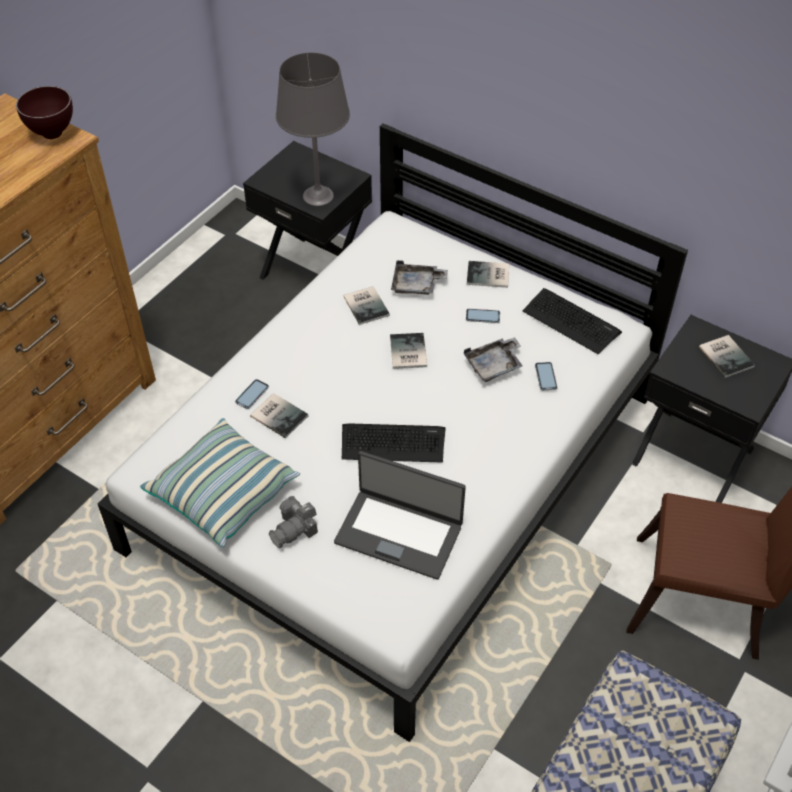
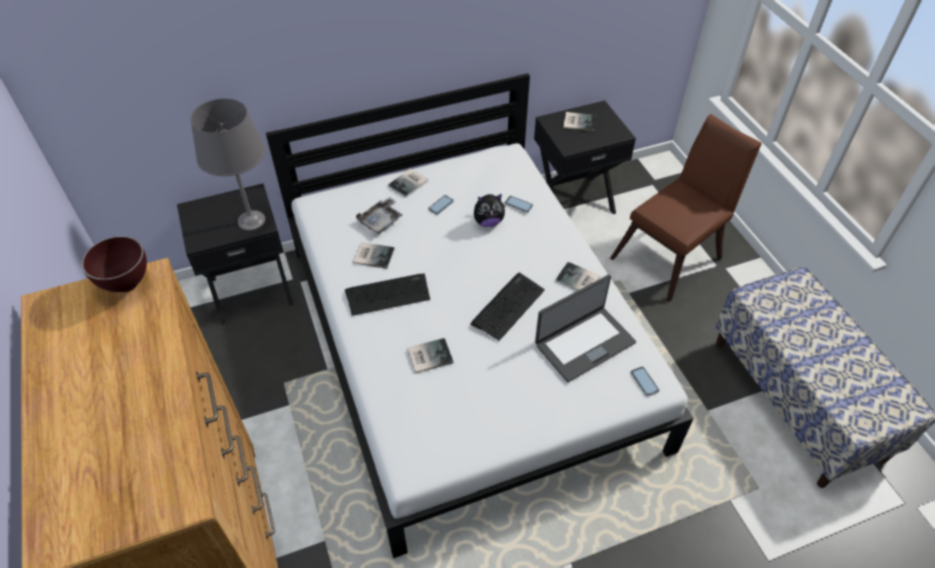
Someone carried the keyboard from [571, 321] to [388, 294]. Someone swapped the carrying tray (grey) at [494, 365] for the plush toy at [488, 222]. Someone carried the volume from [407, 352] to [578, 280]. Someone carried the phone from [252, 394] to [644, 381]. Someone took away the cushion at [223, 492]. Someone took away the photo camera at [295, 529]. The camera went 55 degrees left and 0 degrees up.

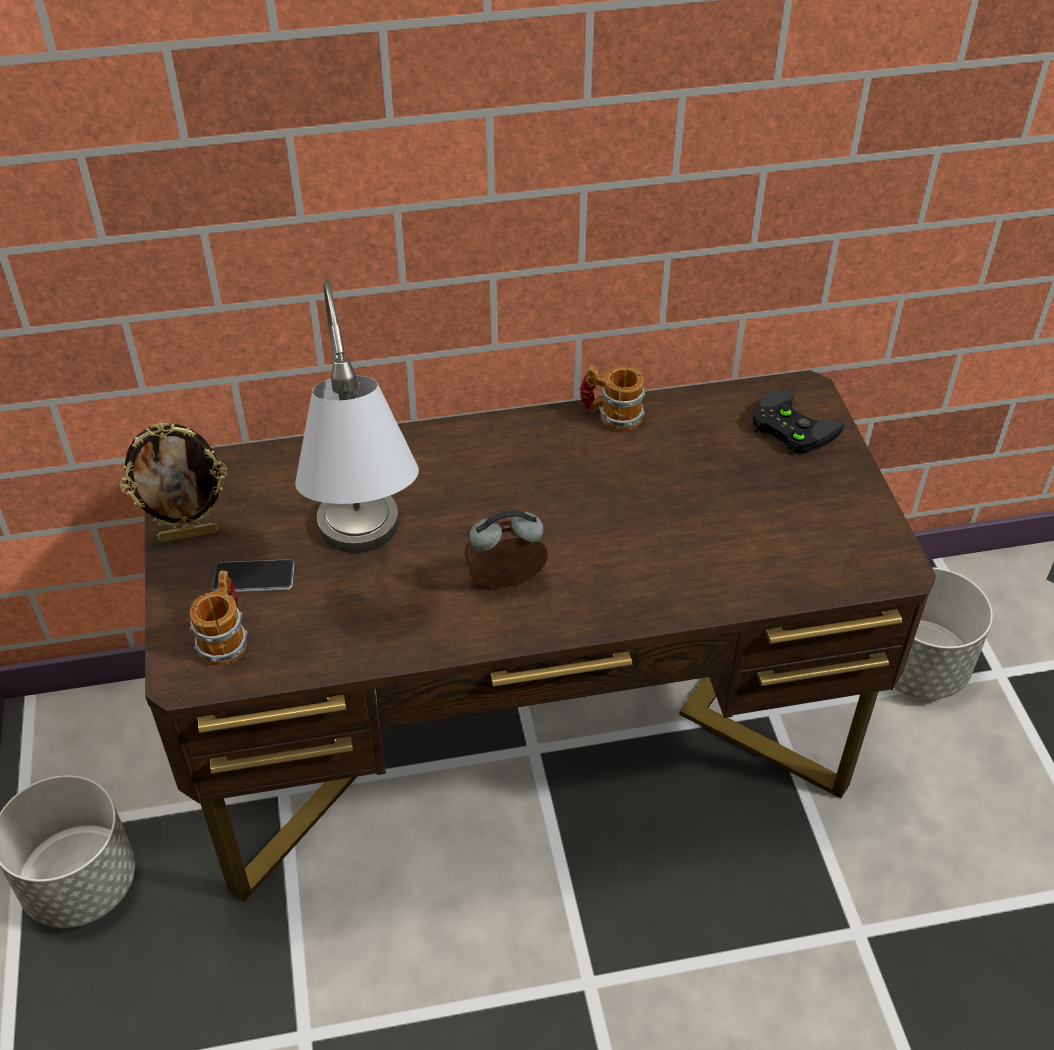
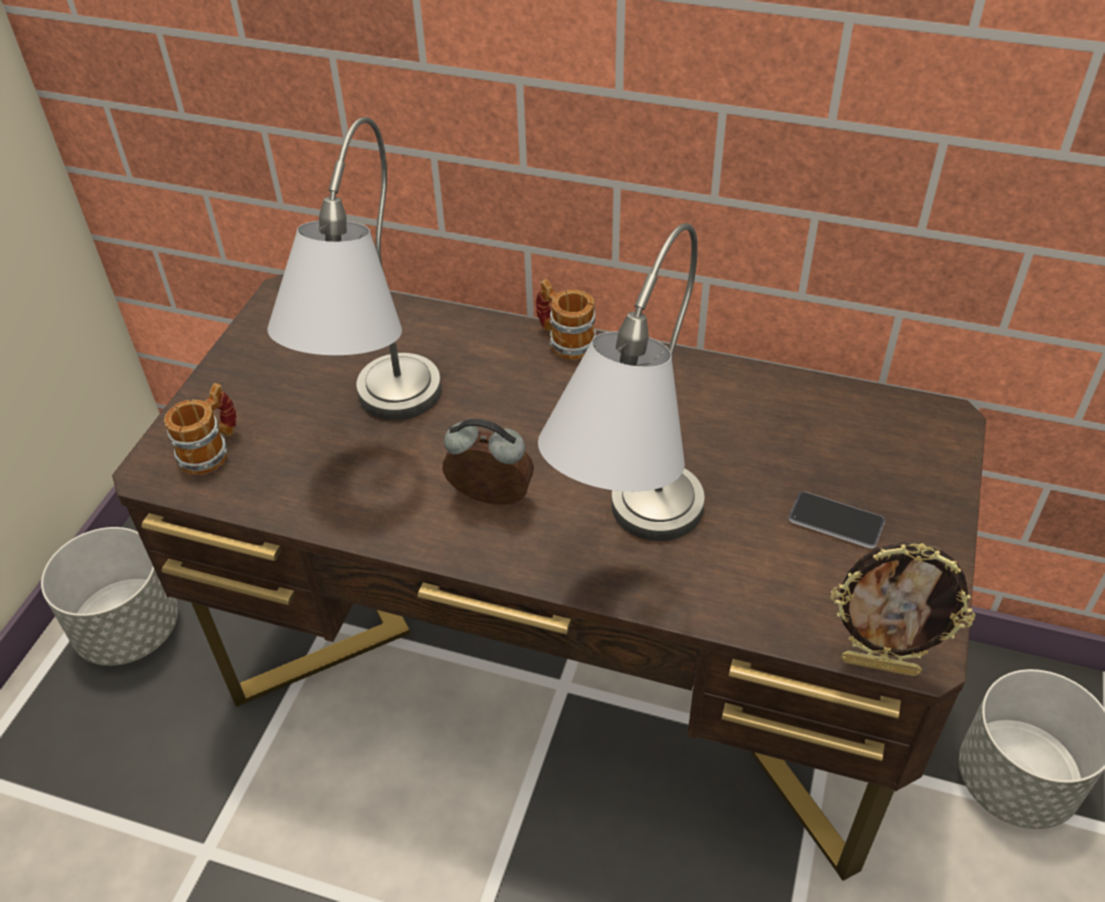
Someone carried the mug from [611, 416] to [565, 340]. Someone put down the tabletop lamp (grey) at [627, 549]. Someone carried the phone from [254, 577] to [836, 521]. Someone carried the picture frame from [189, 534] to [880, 665]. Someone took away the joypad (black-coloured) at [789, 427]. The camera went 30 degrees right and 0 degrees up.

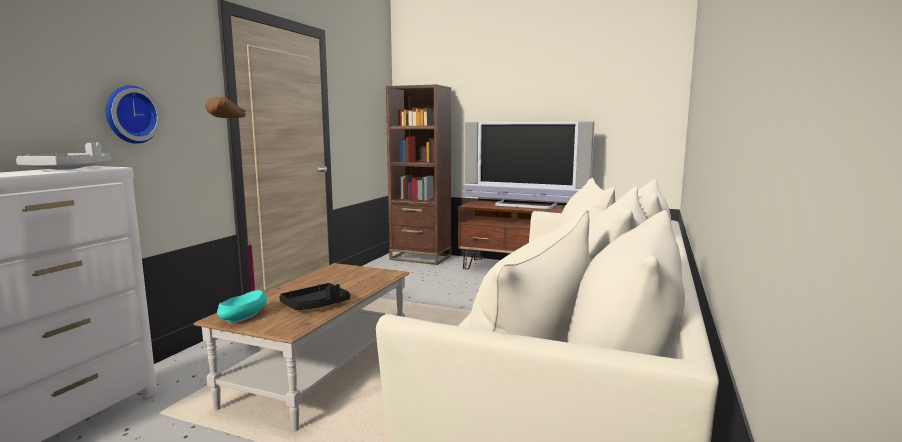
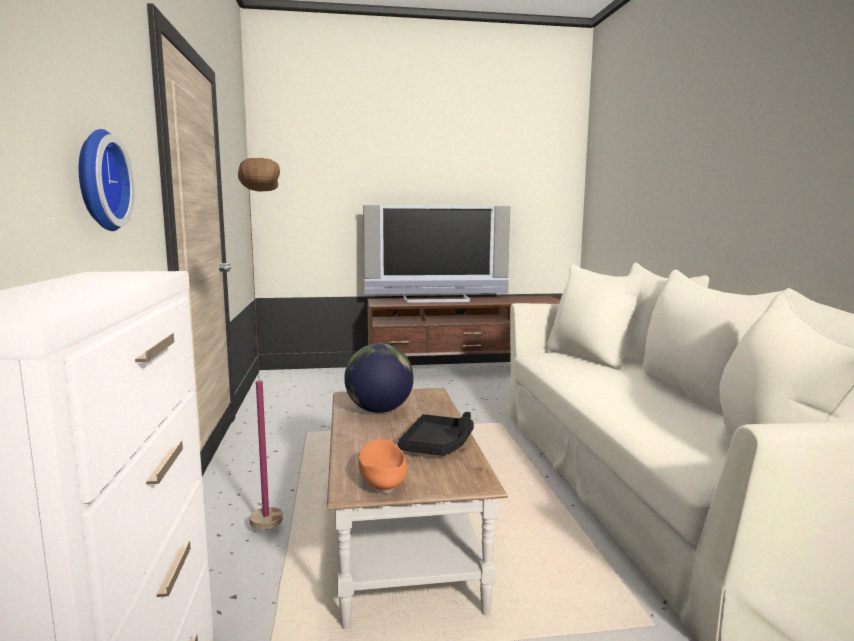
Someone put down the globe at [379, 410]. Someone repainted the bowl (blue-green) at [243, 316], which became the bowl (orange) at [383, 480]. Someone took away the carrying tray (grey) at [68, 169]. Someone took away the bookshelf (brownish) at [420, 258]. The camera went 30 degrees left and 0 degrees up.

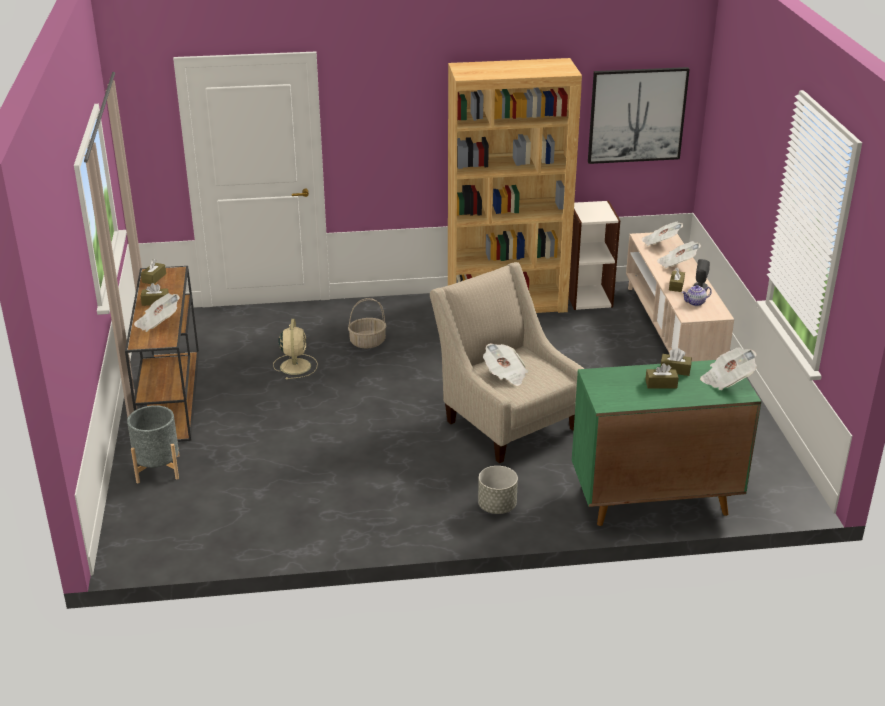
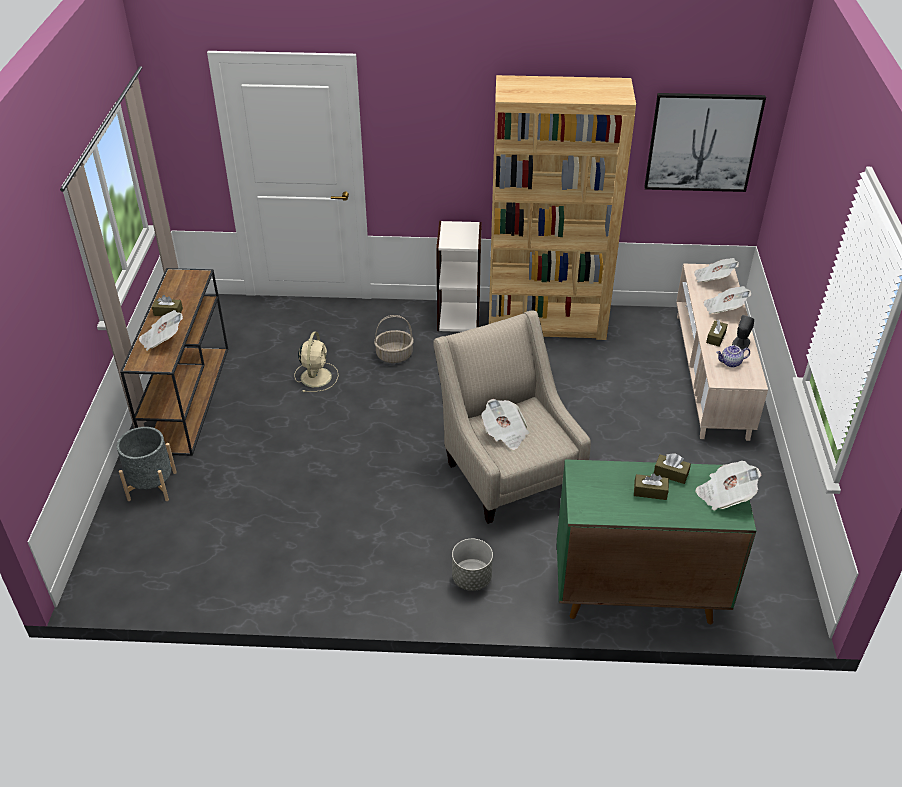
Someone carried the bookshelf from [588, 297] to [459, 316]. Someone took away the tissue holder (brownish) at [154, 278]. The camera went 10 degrees right and 10 degrees up.

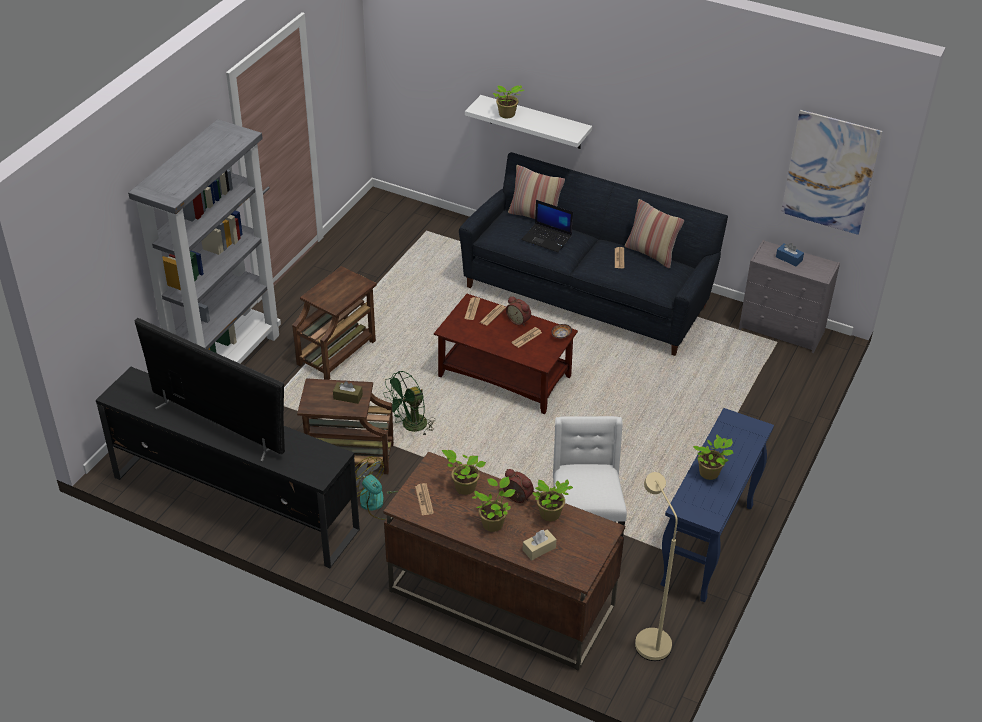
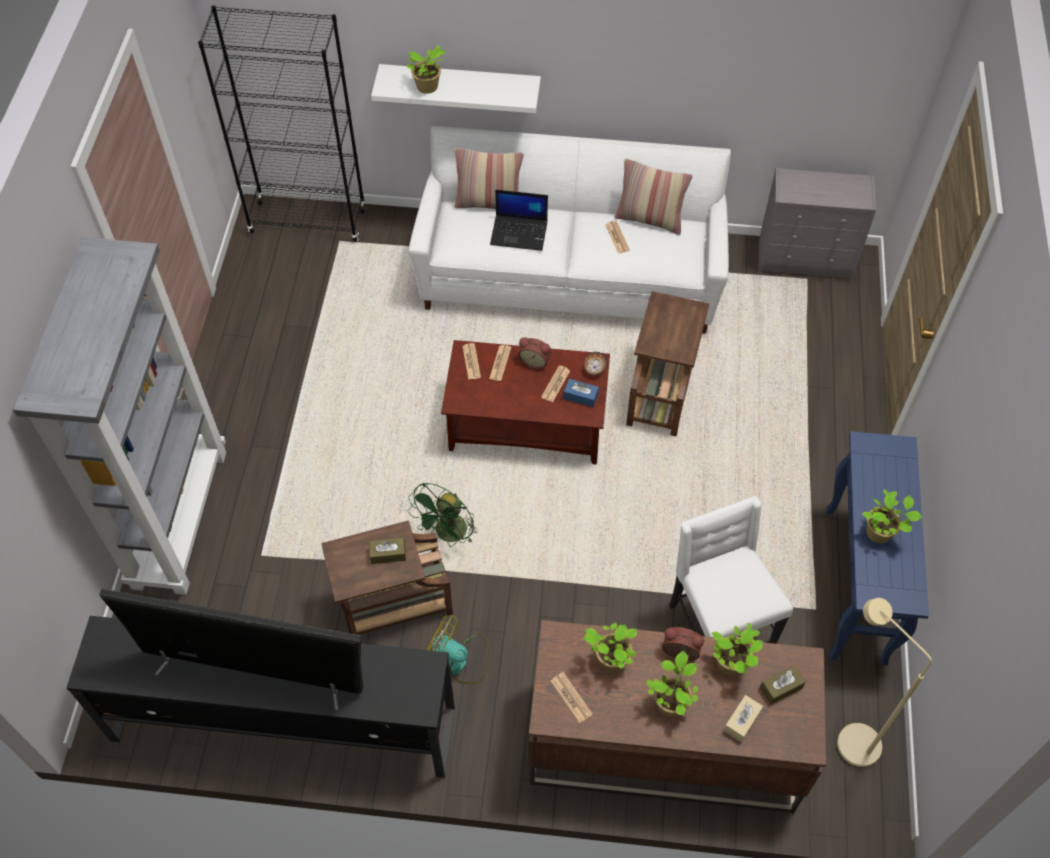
Someone put down the bookshelf (black-coloured) at [308, 221]. Someone repainted the sofa (black-coloured) at [588, 293], which became the sofa (whitish) at [570, 274]. Someone carried the tissue holder (bluish) from [789, 259] to [580, 396]. Someone carried the accent table (brownish) from [338, 351] to [661, 391]. Someone put down the tissue holder (brownish) at [781, 687]. Someone took away the picture at [830, 172]. The camera went 20 degrees left and 15 degrees up.

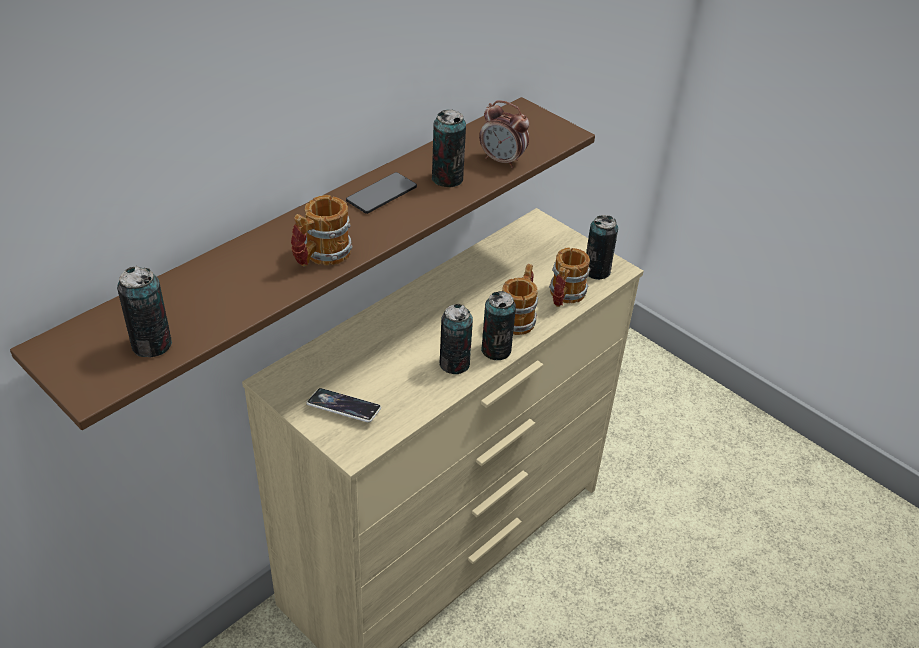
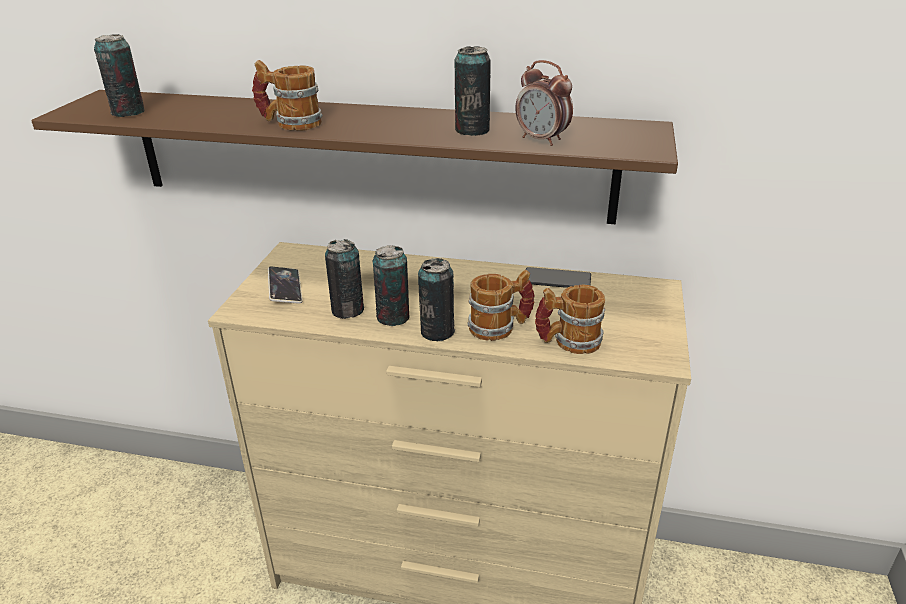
Someone carried the sealed can from [596, 271] to [348, 310]. Someone rotated the alarm clock at [502, 161] by 45 degrees counterclockwise. Someone carried the phone from [381, 194] to [557, 280]. The camera went 60 degrees right and 10 degrees down.

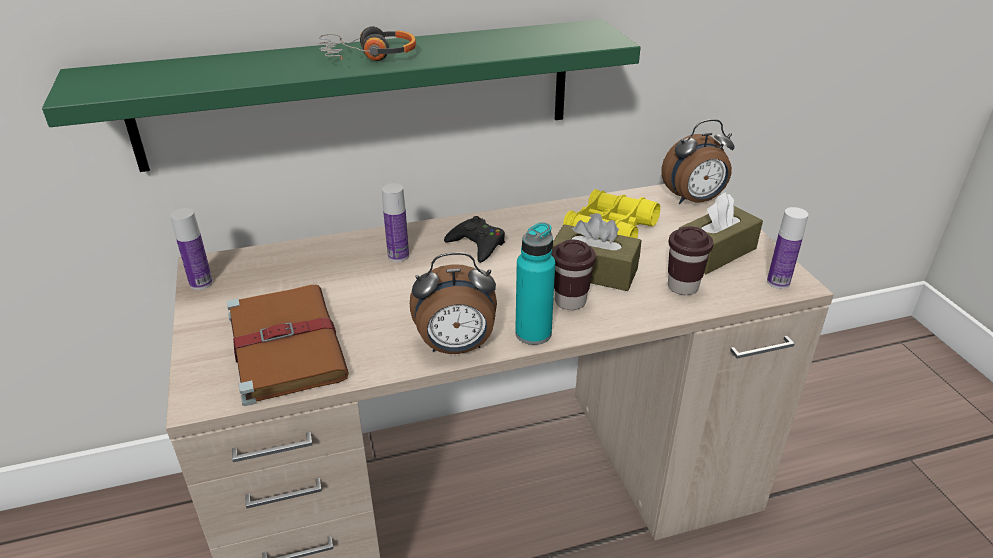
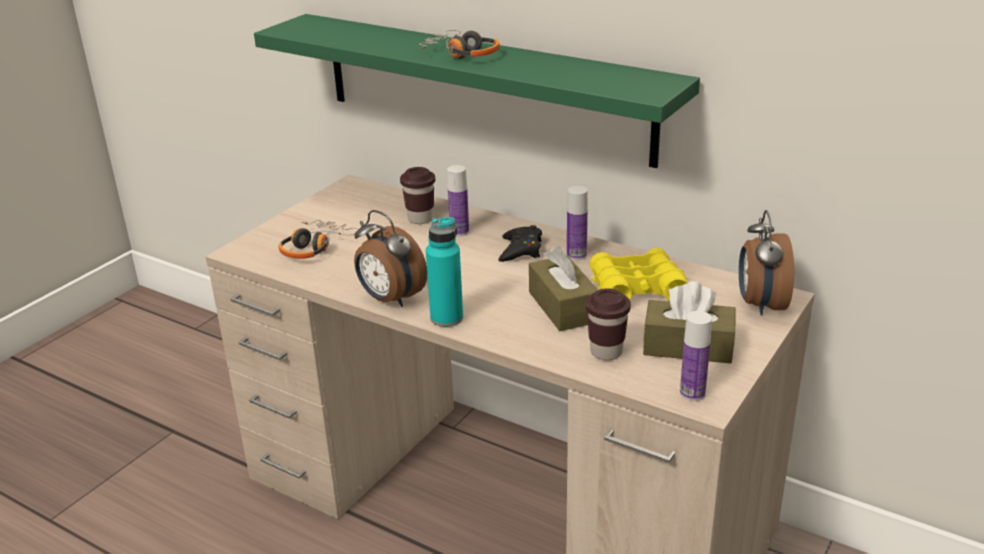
Someone swapped the volume (brownish) at [285, 344] for the headset at [315, 247]. Someone carried the small cup (brownish) from [570, 301] to [420, 219]. Someone carried the beverage bottle from [201, 283] to [576, 255]. Someone rotated the alarm clock at [694, 200] by 60 degrees clockwise. The camera went 50 degrees right and 5 degrees down.

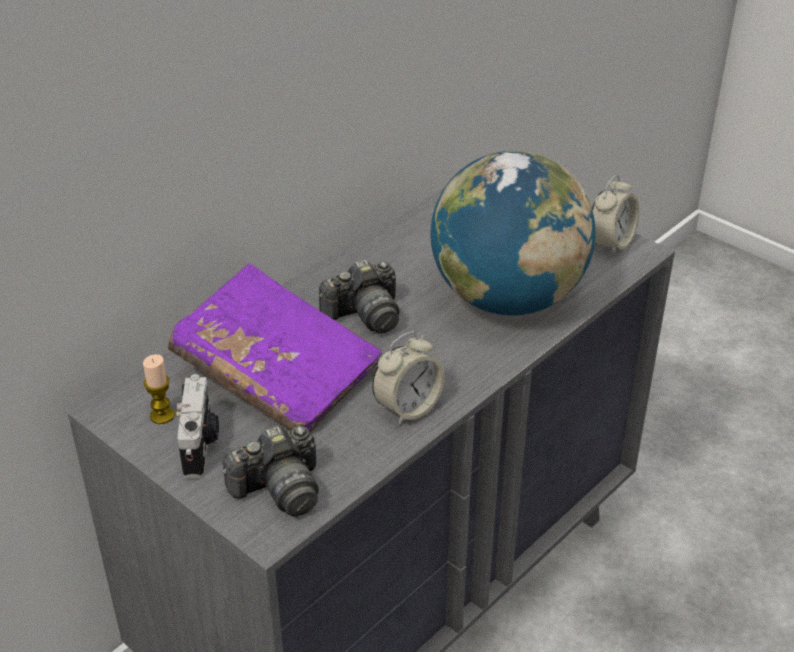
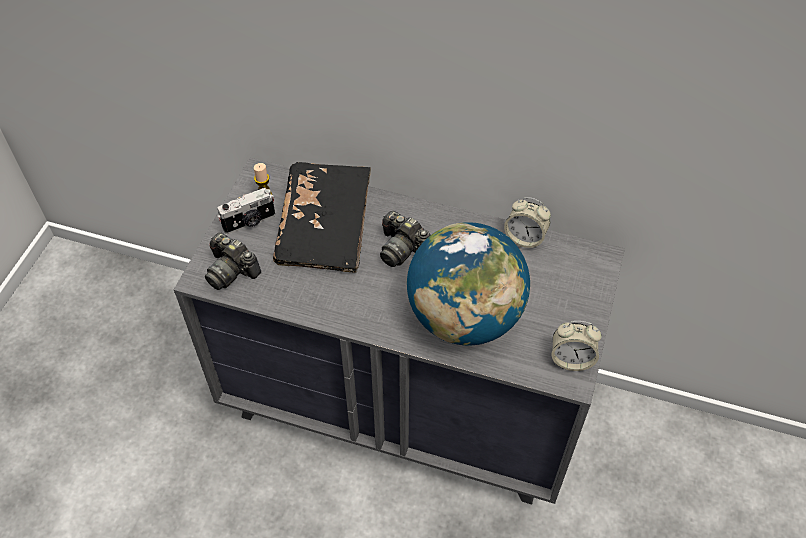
Someone repainted the volume (purple-coloured) at [277, 373], which became the volume (black-coloured) at [325, 229]. Someone carried the alarm clock from [408, 408] to [525, 238]. The camera went 65 degrees right and 15 degrees up.

